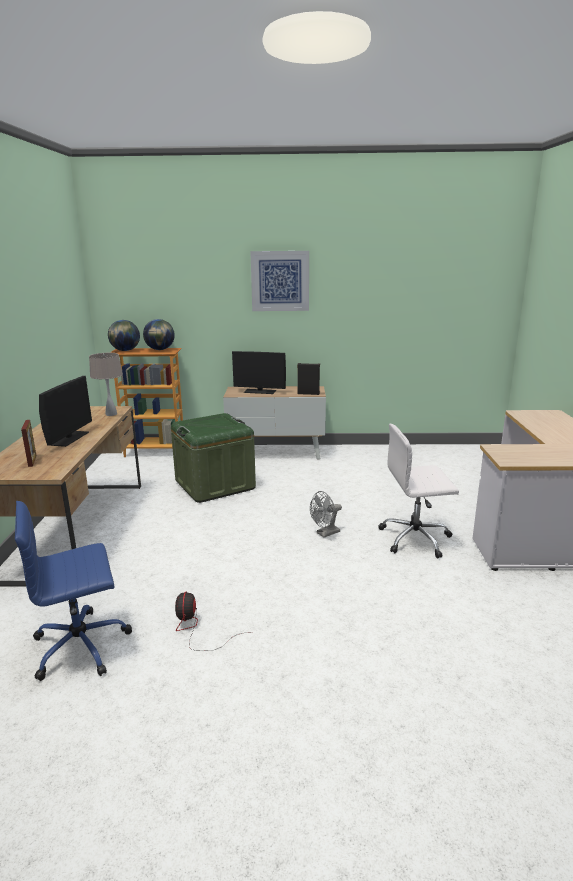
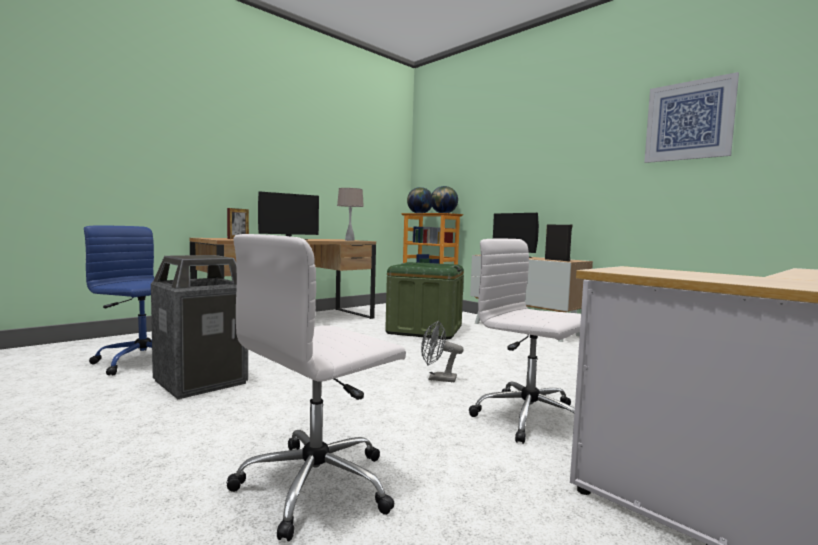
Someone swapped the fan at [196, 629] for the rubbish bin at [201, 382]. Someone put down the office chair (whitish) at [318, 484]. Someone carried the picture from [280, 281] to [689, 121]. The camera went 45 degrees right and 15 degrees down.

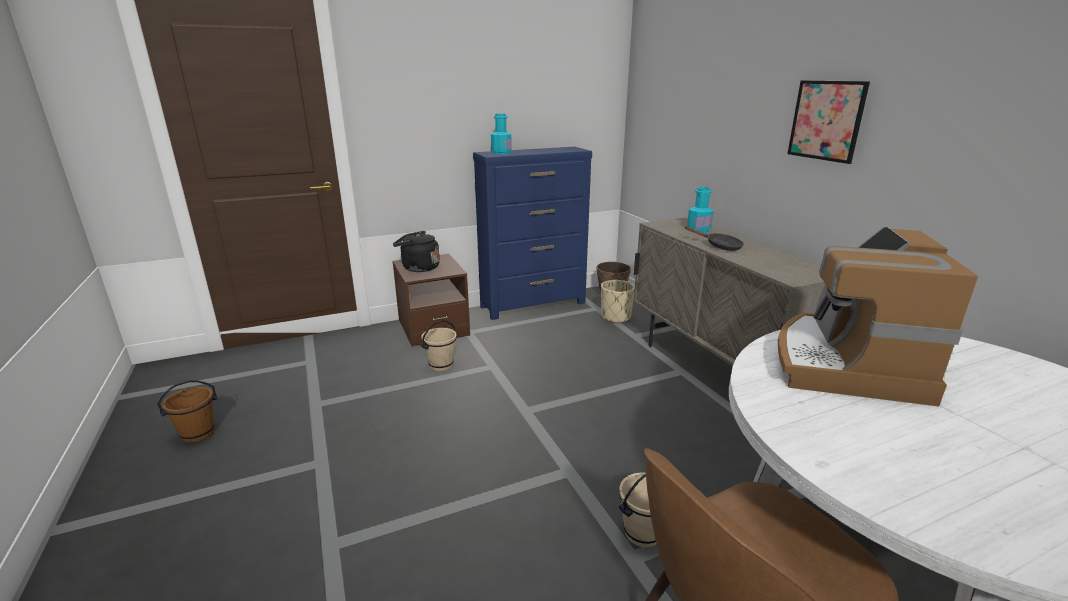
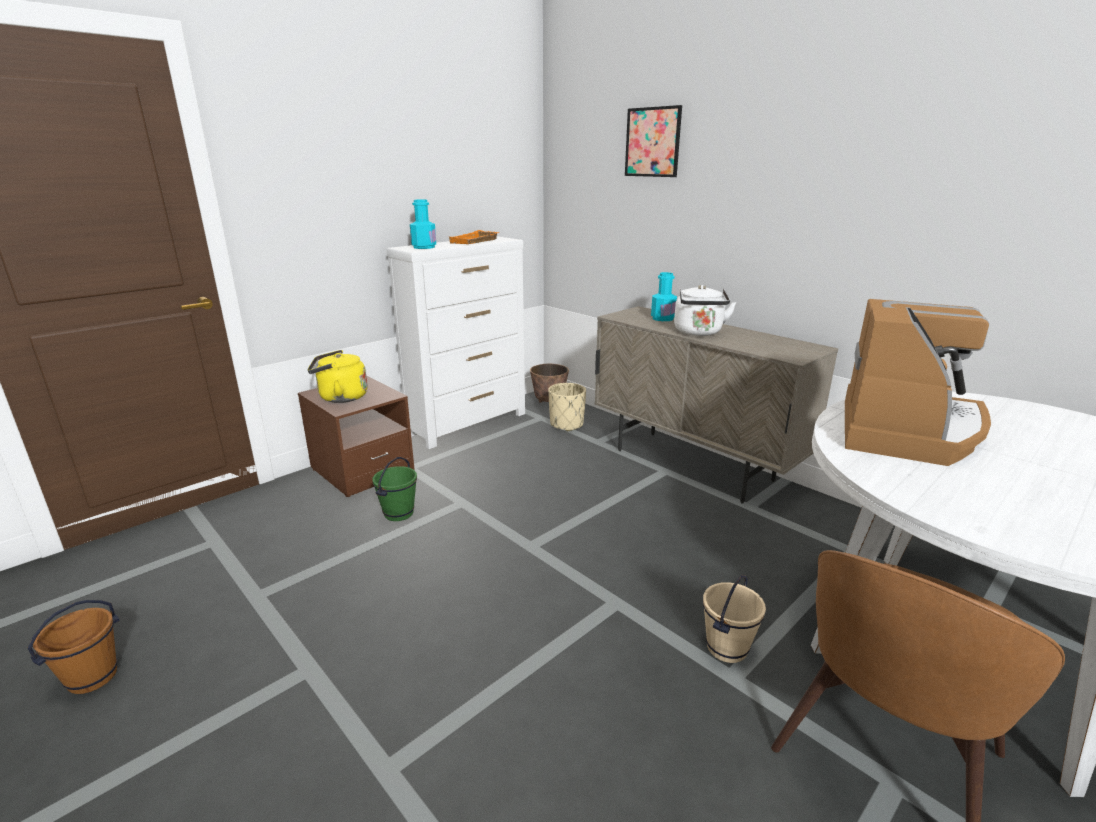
Someone repainted the water kettle (black-coloured) at [418, 268], which became the water kettle (yellow) at [340, 397]. Someone repainted the water bucket (sand-coloured) at [441, 366], which became the water bucket (greenish) at [399, 513]. Someone repainted the chest of drawers (bluish) at [534, 305], which became the chest of drawers (whitish) at [469, 424]. Someone put down the carrying tray (orange) at [475, 241]. Someone carried the picture from [826, 120] to [652, 142]. Someone swapped the skillet (black-coloured) at [719, 246] for the water kettle (whitish) at [699, 333]. Someone rotated the coffee maker at [845, 363] by 150 degrees counterclockwise. The camera went 20 degrees left and 0 degrees up.

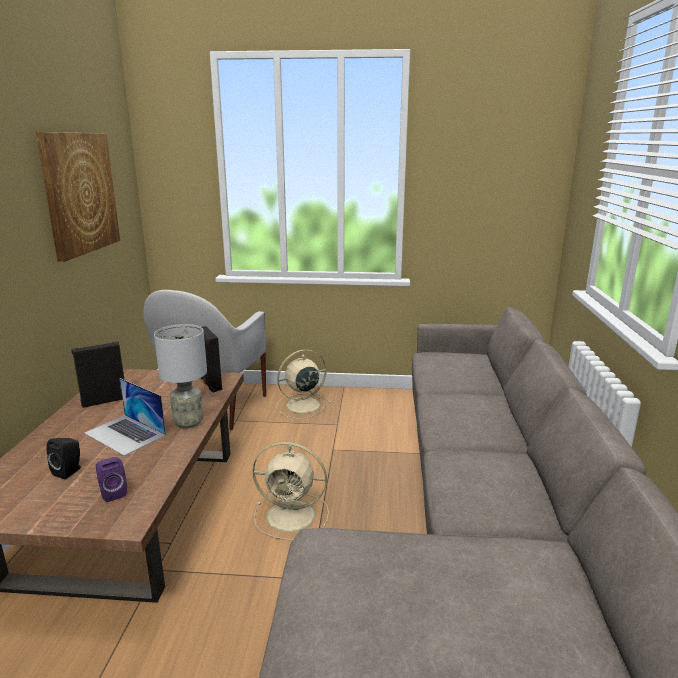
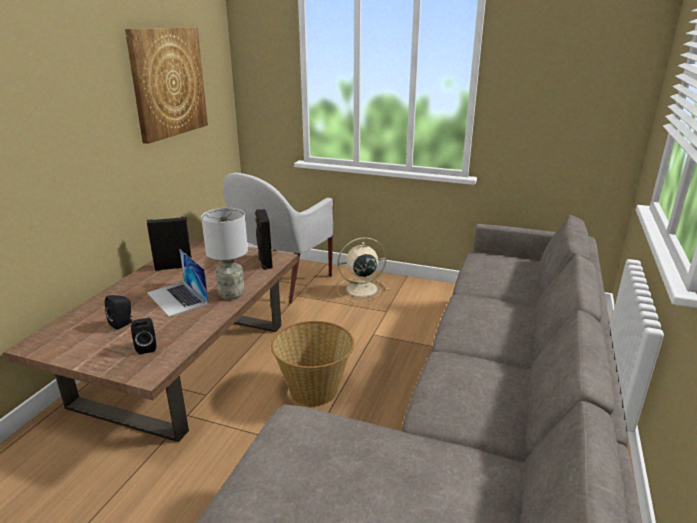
Someone repainted the loudspeaker (purple-coloured) at [112, 493], which became the loudspeaker (black-coloured) at [147, 347]. Someone swapped the fan (sand-coloured) at [293, 516] for the household basket at [314, 389]. The camera went 15 degrees right and 5 degrees up.

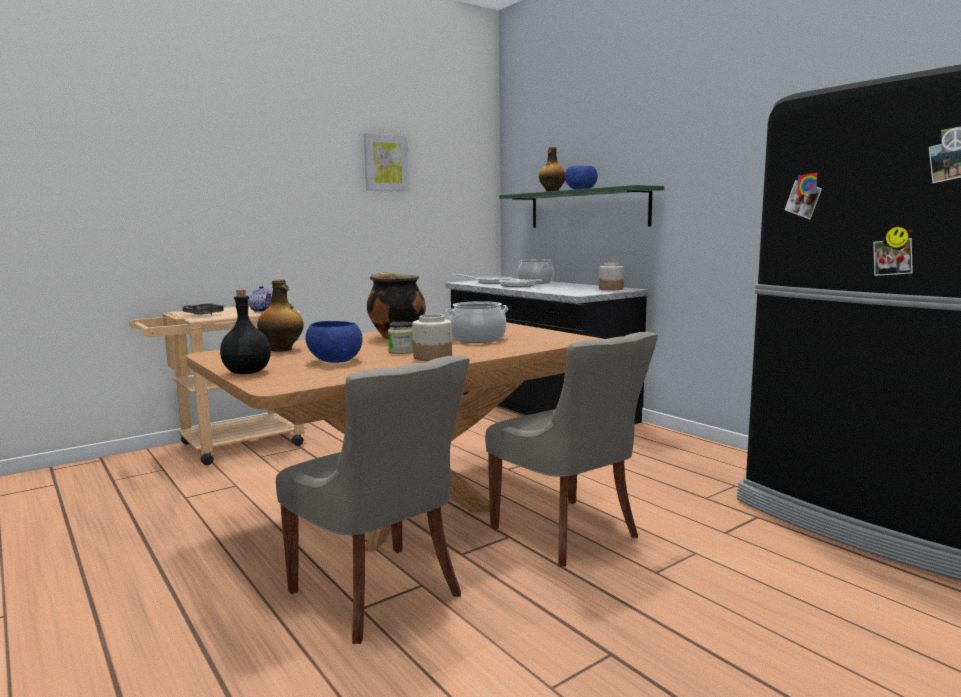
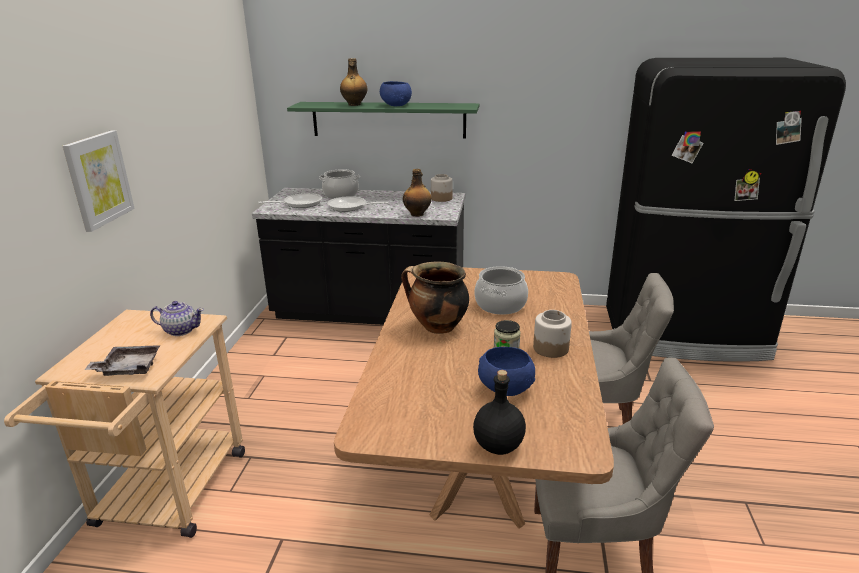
Someone carried the picture from [386, 163] to [98, 179]. Someone carried the beverage bottle from [282, 349] to [417, 214]. The camera went 45 degrees left and 15 degrees up.

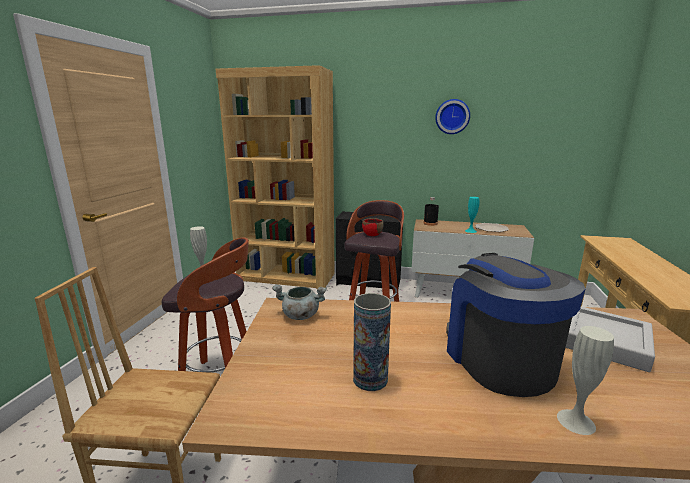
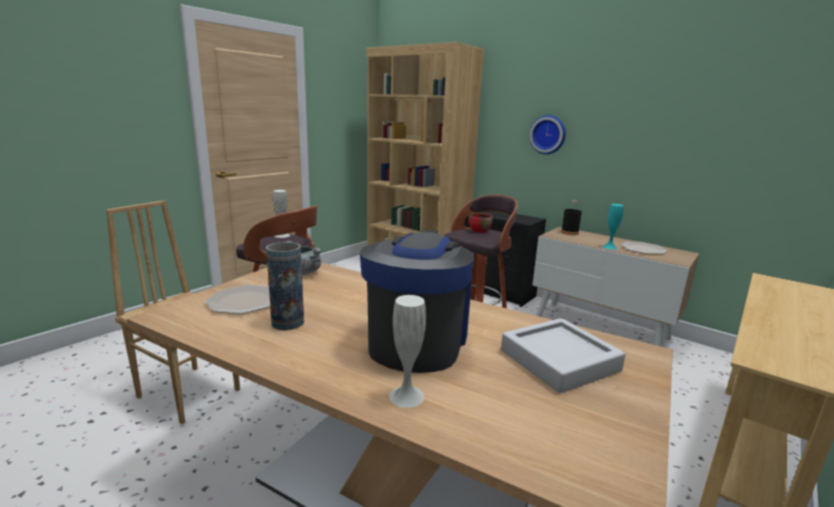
Someone put down the flat dish at [243, 301]. Someone carried the clock on the wall from [452, 116] to [548, 134]. The camera went 25 degrees right and 0 degrees up.

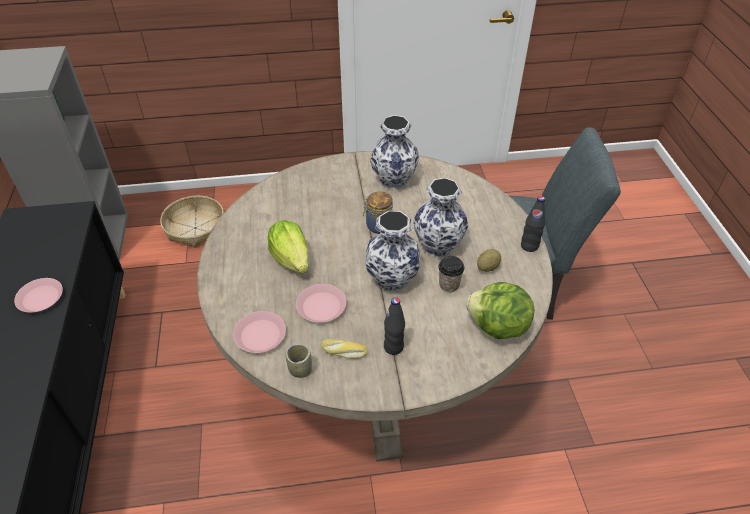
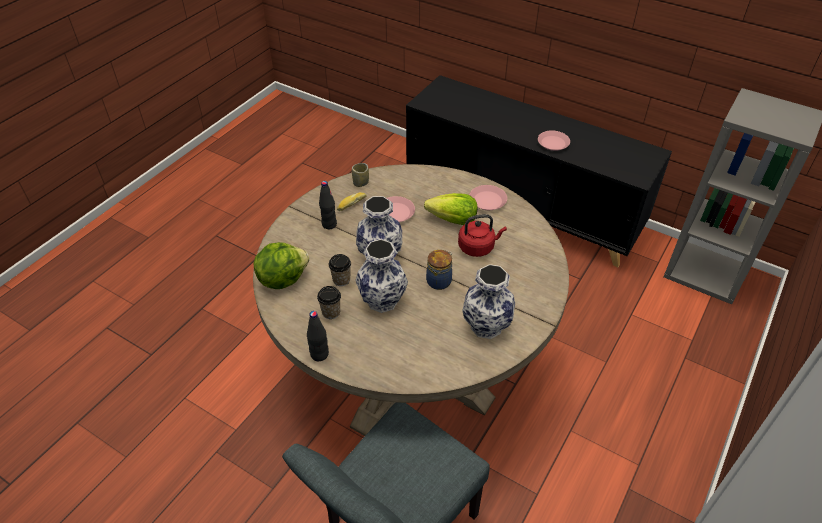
Someone swapped the whole potato at [487, 267] for the small cup at [331, 312]. Someone put down the water kettle (red) at [478, 247]. Someone carried the flat dish (pinkish) from [260, 335] to [488, 201]. Someone took away the household basket at [195, 228]. The camera went 130 degrees right and 0 degrees up.

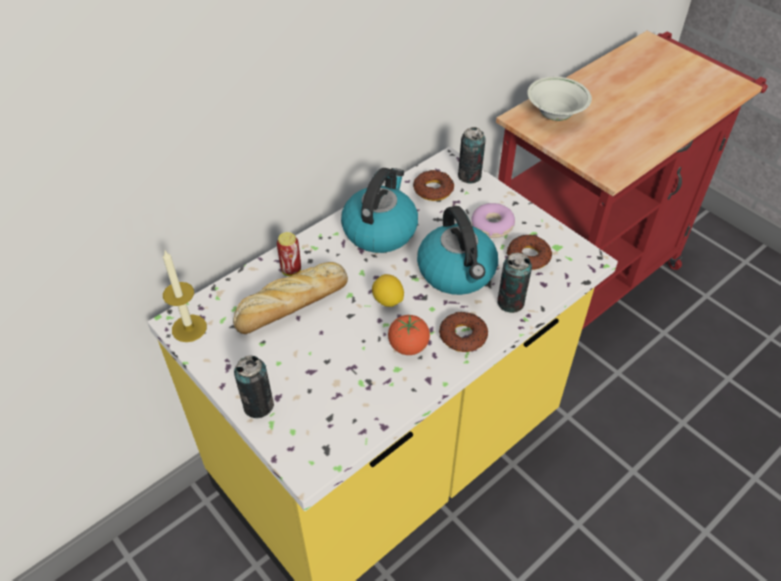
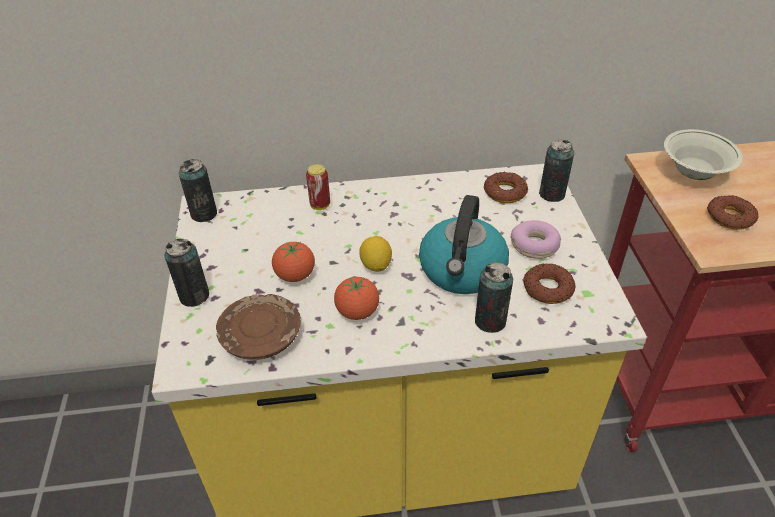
Someone swapped the wax candle at [189, 328] for the sealed can at [204, 214]. Someone put down the flat dish (brownish) at [260, 336]. Someone put down the tomato at [295, 275]. Someone carried the ring doughnut from [462, 336] to [730, 217]. Someone took away the bakery bread at [290, 305]. Someone took away the water kettle at [380, 230]. The camera went 35 degrees right and 5 degrees down.

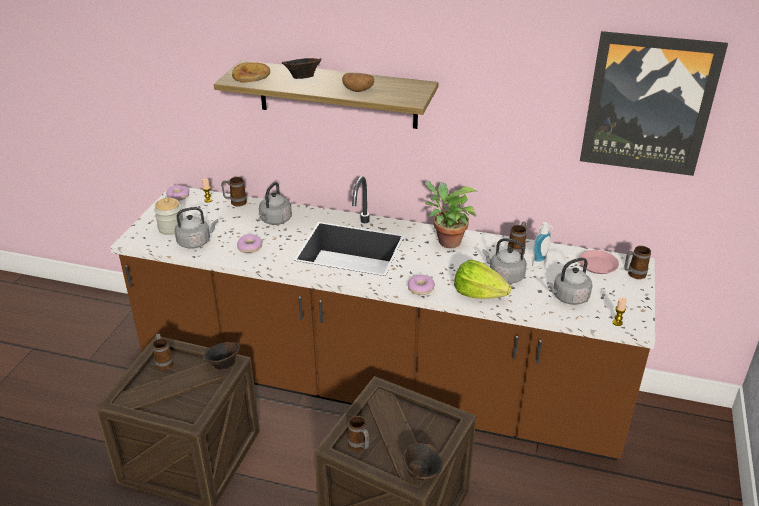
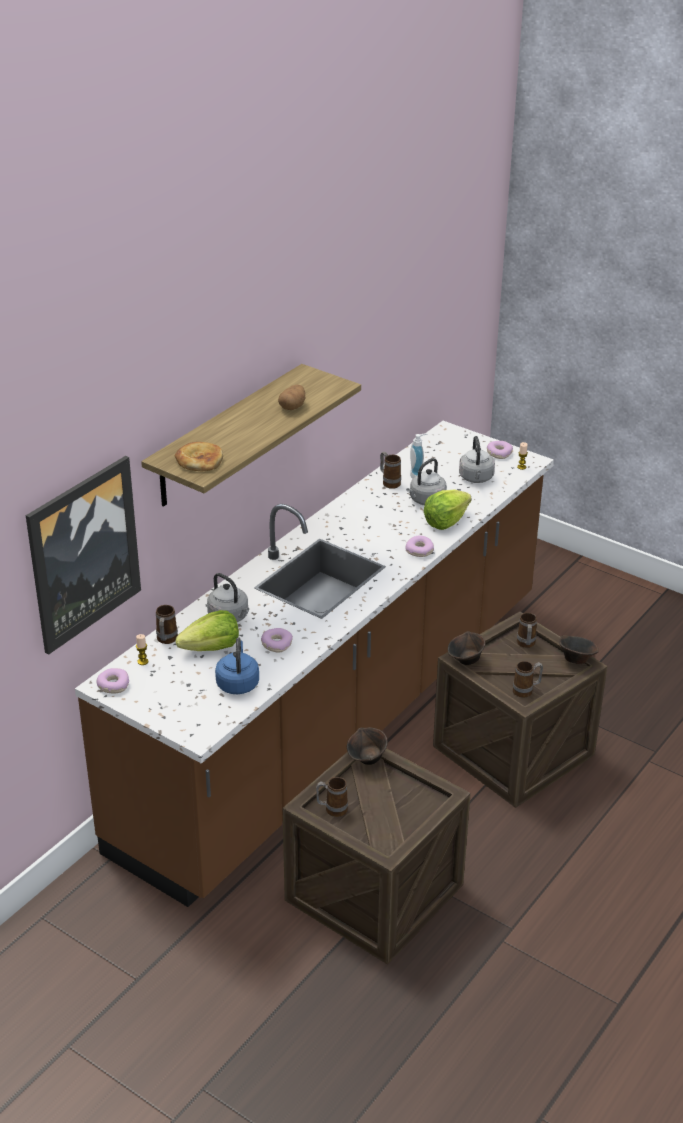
Someone carried the picture from [648, 104] to [83, 553]. Someone put down the head of lettuce at [212, 648]. Someone repainted the water kettle (grey) at [196, 242], which became the water kettle (bluish) at [238, 683]. Someone carried the bowl (brownish) from [302, 78] to [466, 660]. Someone put down the ring doughnut at [499, 453]. Someone carried the mug from [633, 275] to [526, 645]. Someone took away the jar at [171, 228]. Someone took away the houseplant at [446, 241]. Someone took away the flat dish (pinkish) at [598, 265]. The camera went 70 degrees left and 0 degrees up.

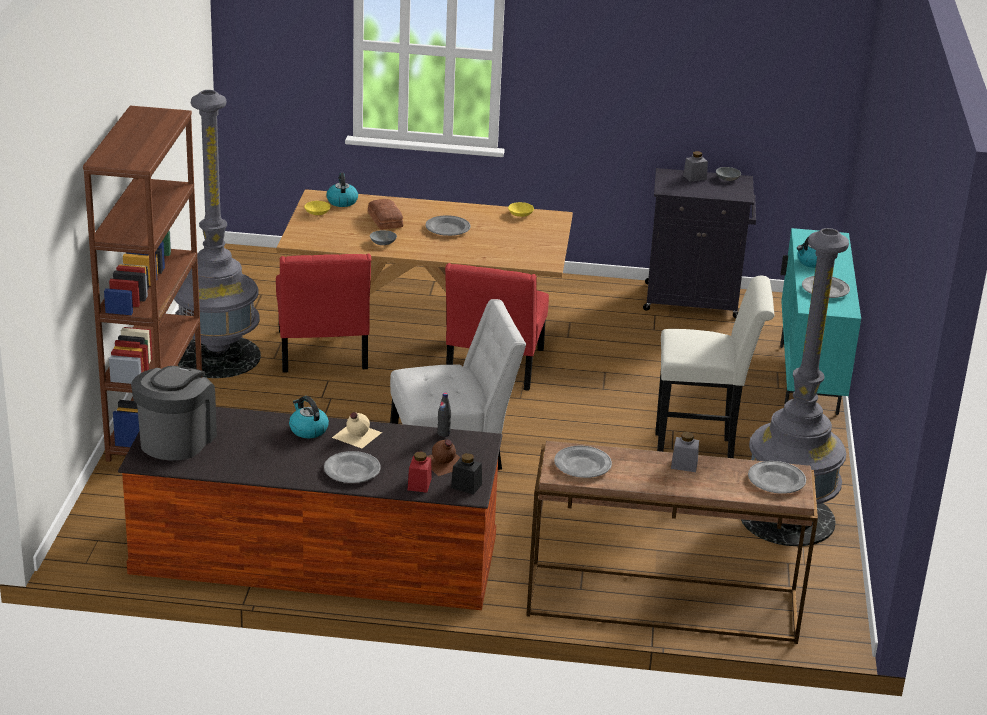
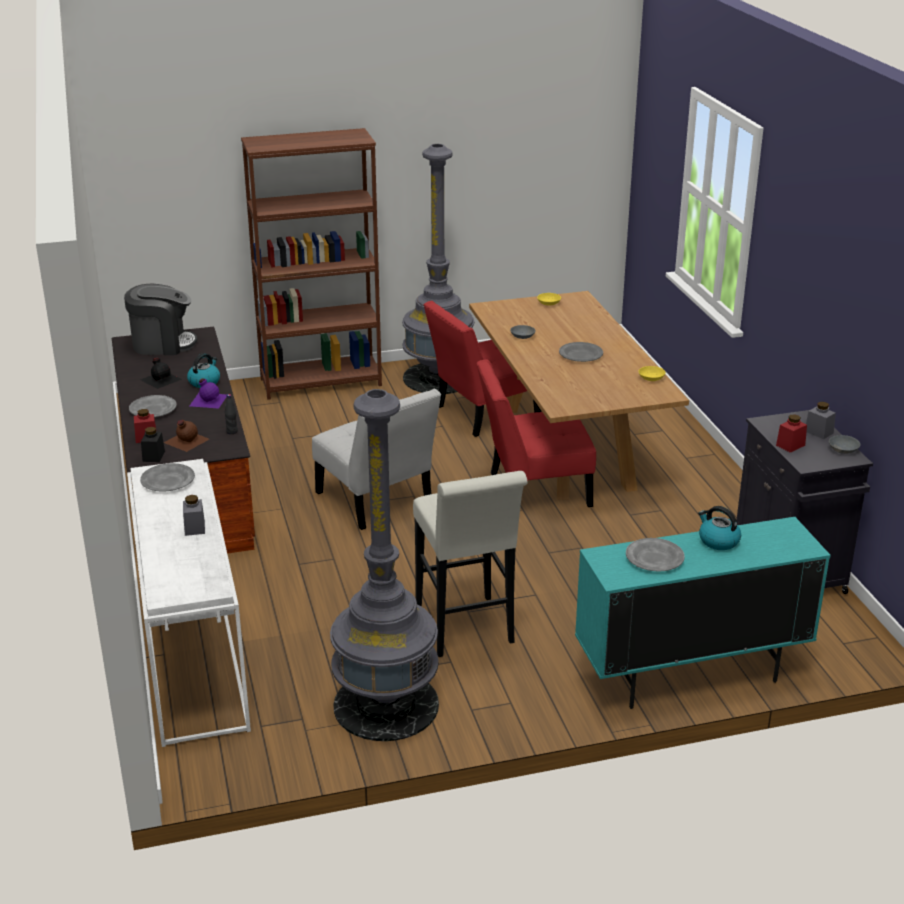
Someone repainted the narrow table (brownish) at [660, 605], which became the narrow table (whitish) at [191, 653]. Someone put down the beverage bottle (black-coloured) at [161, 379]. Someone repainted the beverage bottle (sand-coloured) at [356, 435], which became the beverage bottle (purple-coloured) at [208, 400]. Someone put down the jar (red) at [790, 445]. Someone took away the water kettle at [342, 201]. Someone took away the bakery bread at [386, 219]. Someone took away the flat dish (grey) at [776, 481]. The camera went 70 degrees right and 0 degrees up.

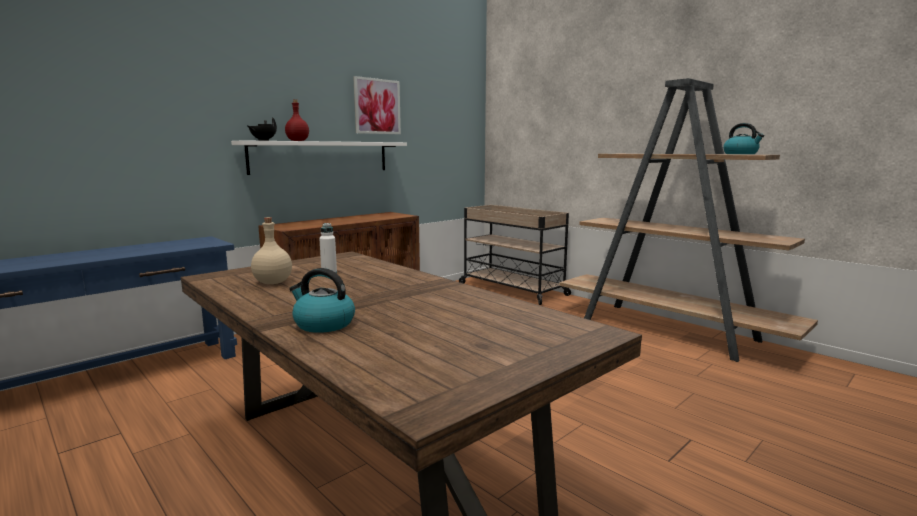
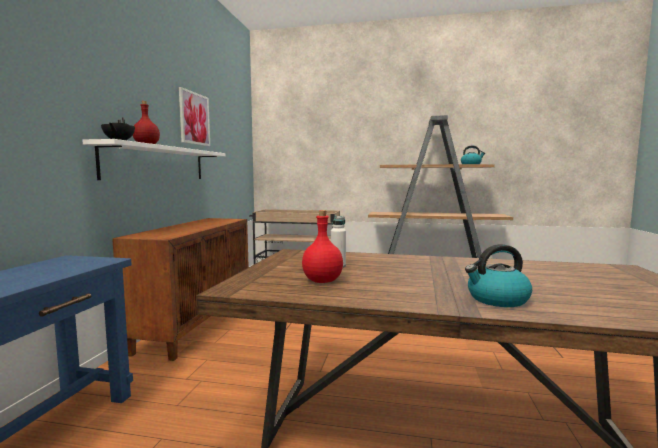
Someone repainted the beverage bottle (sand-coloured) at [272, 283], which became the beverage bottle (red) at [322, 281]. The camera went 35 degrees left and 5 degrees down.

